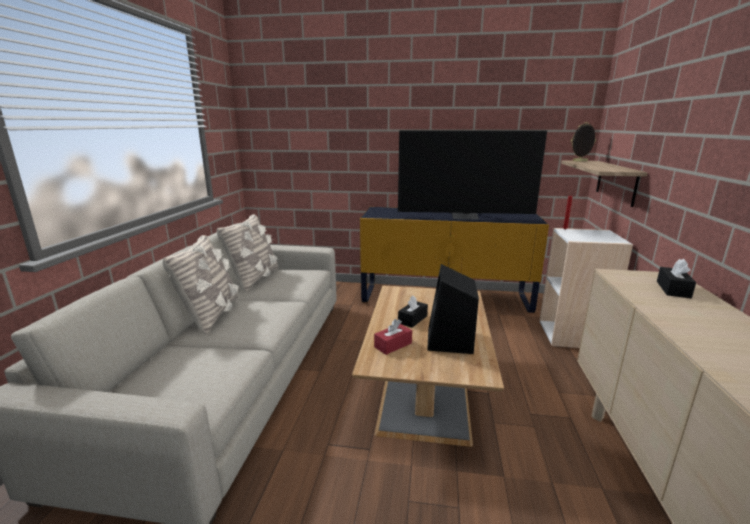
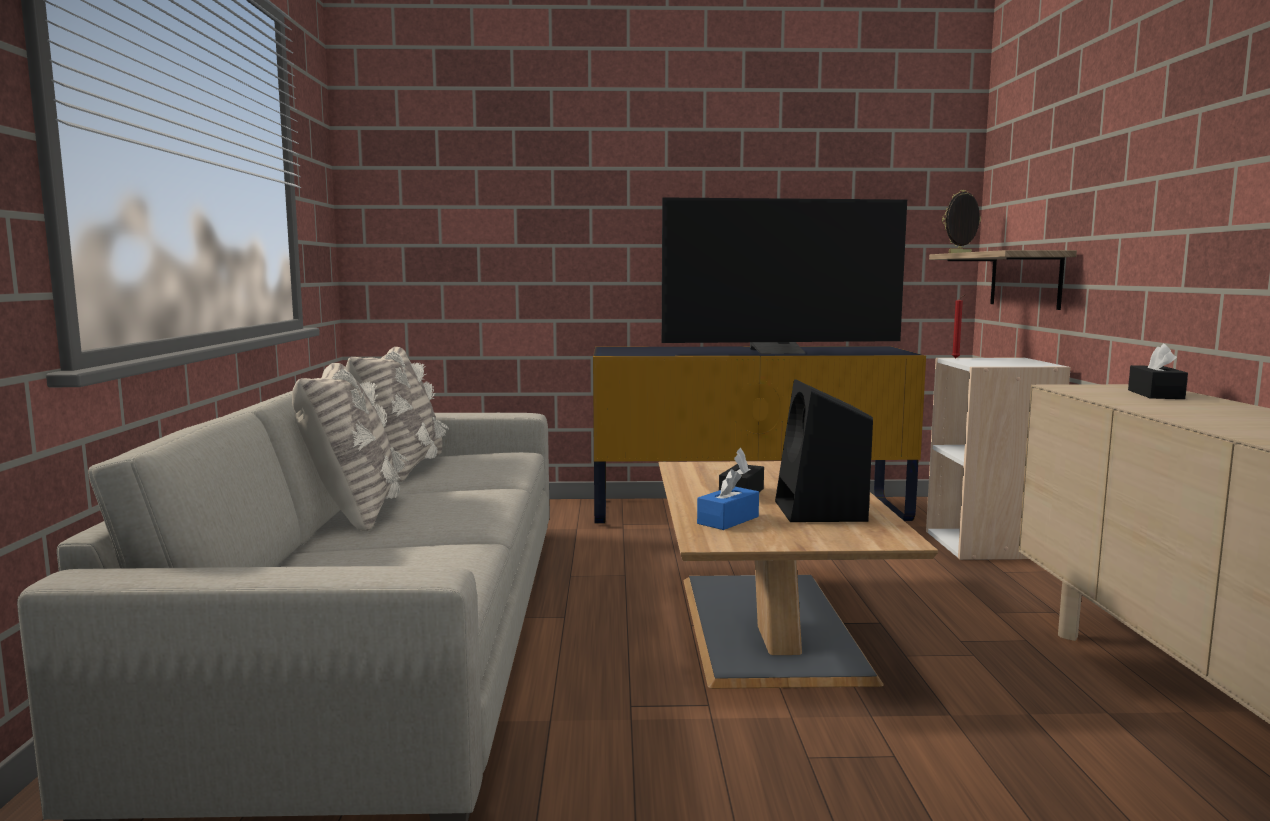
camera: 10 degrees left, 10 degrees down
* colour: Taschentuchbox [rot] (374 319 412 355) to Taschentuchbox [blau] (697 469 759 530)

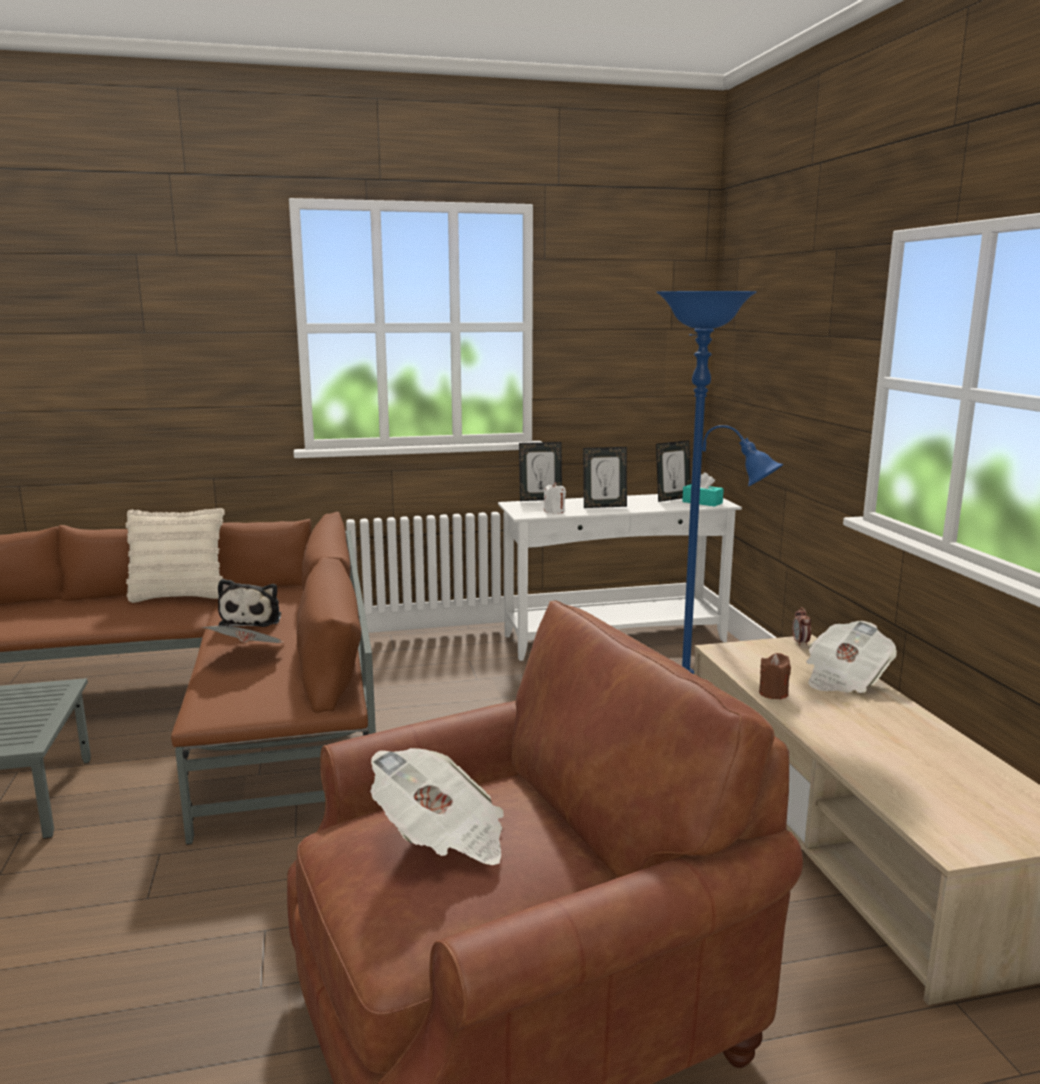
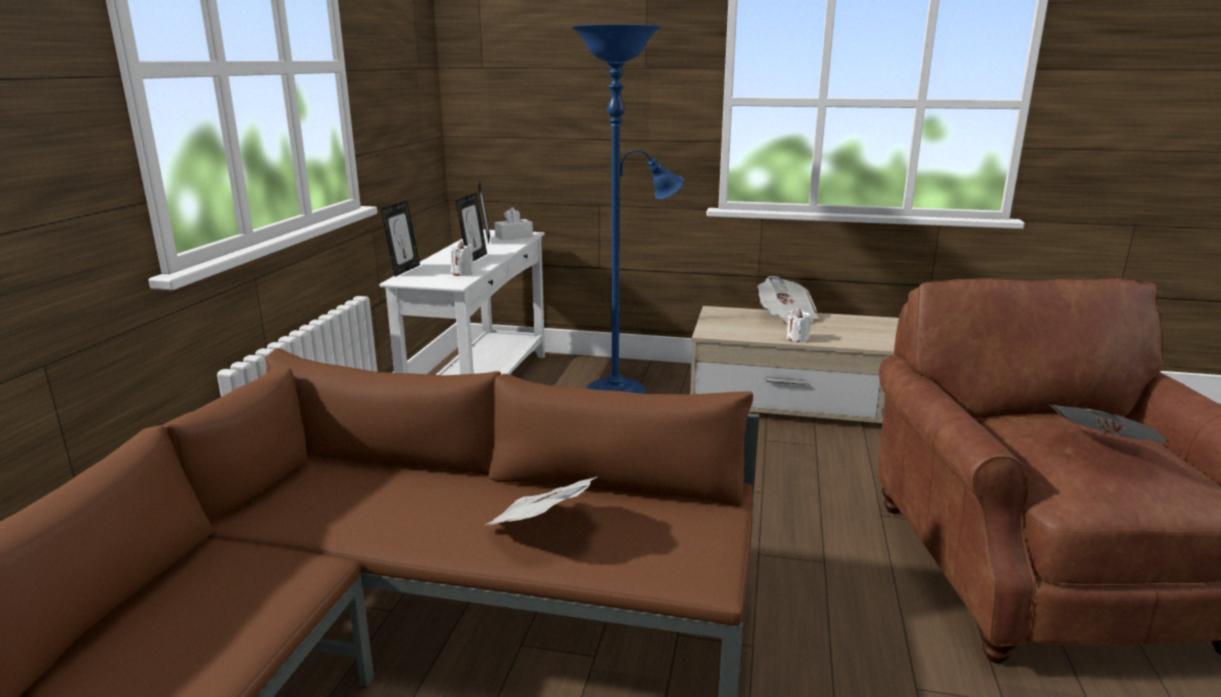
camera: 65 degrees left, 5 degrees up
* missing: Kissen [beige] (126 508 225 603)
* missing: Plüschtier (218 579 281 627)
* colour: Taschentuchbox [türkis] (682 472 724 507) to Taschentuchbox [weiß] (494 208 533 240)
* colour: Kerze [braun] (759 653 791 700) to Kerze [weiß] (787 308 811 342)
* missing: Wecker (792 607 811 646)

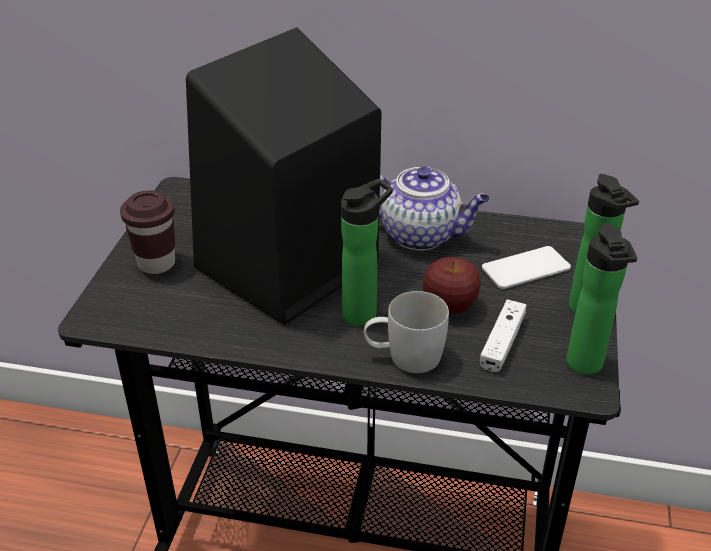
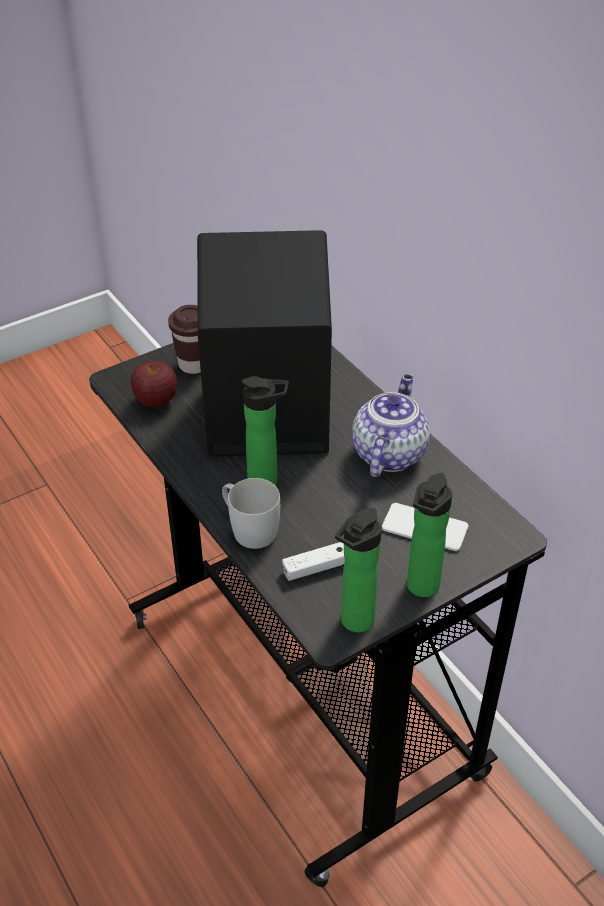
camera: 45 degrees right, 5 degrees up
* spun: Teekanne (379 167 490 251) = (352 374 430 477) 135 degrees counterclockwise
* relocated: Apfel (423 257 481 314) to (131 361 178 407)

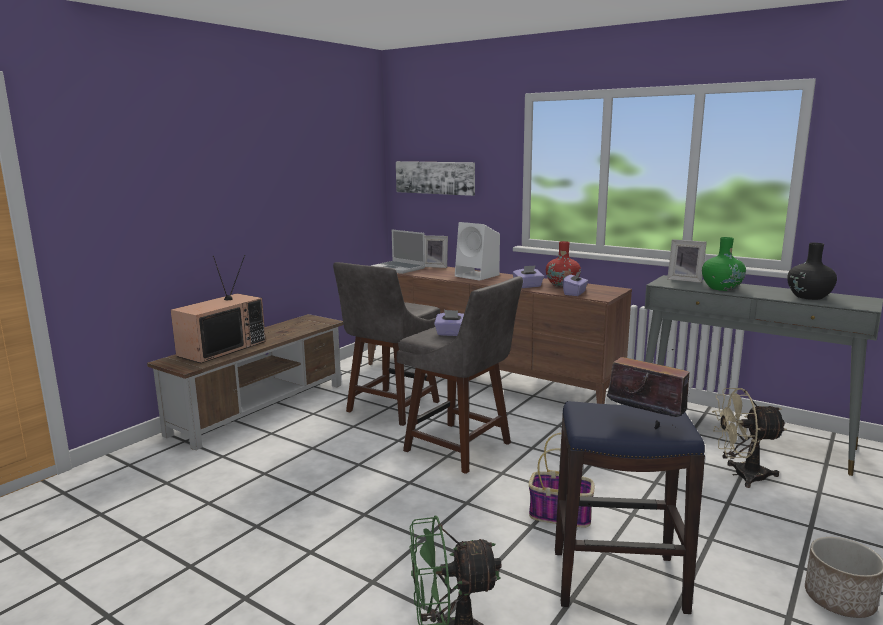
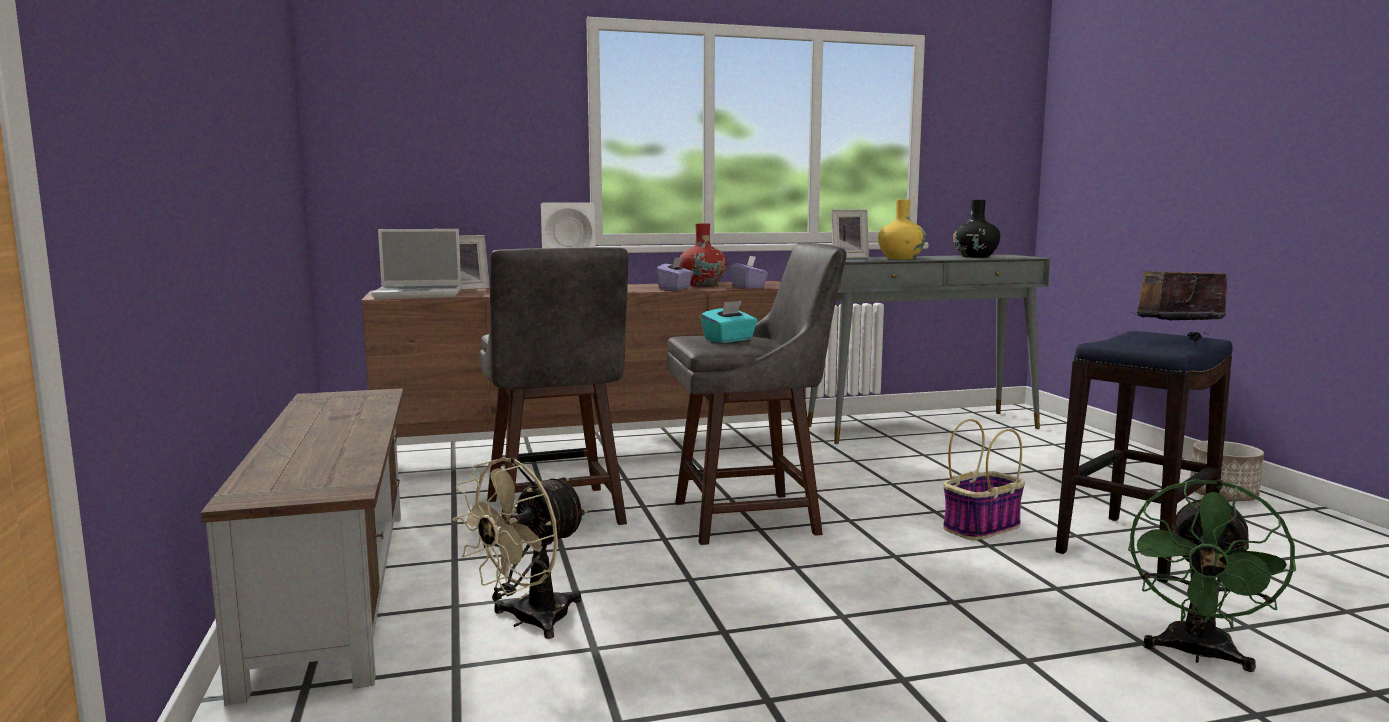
camera: 50 degrees left, 5 degrees down
* missing: Fernseher (171 255 266 363)
* missing: Bild (396 161 475 196)
* colour: Taschentuchbox [lila] (434 310 464 336) to Taschentuchbox [türkis] (700 301 758 343)
* colour: Vase [grün] (702 237 746 291) to Vase [gelb] (878 200 926 259)
* relocated: Ventilator [beige] (712 388 787 488) to (452 457 588 639)

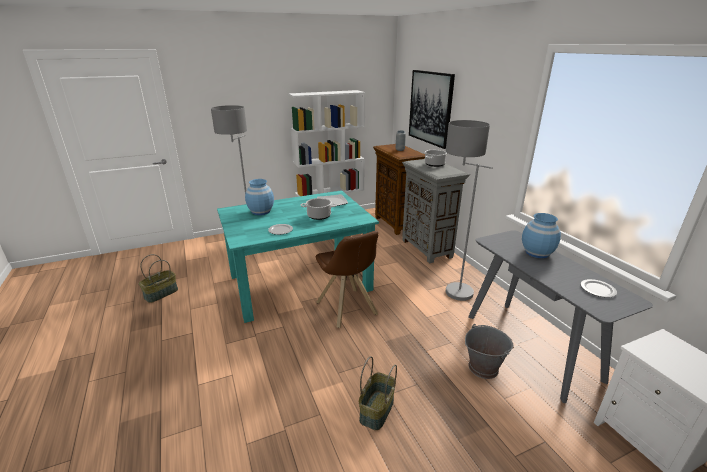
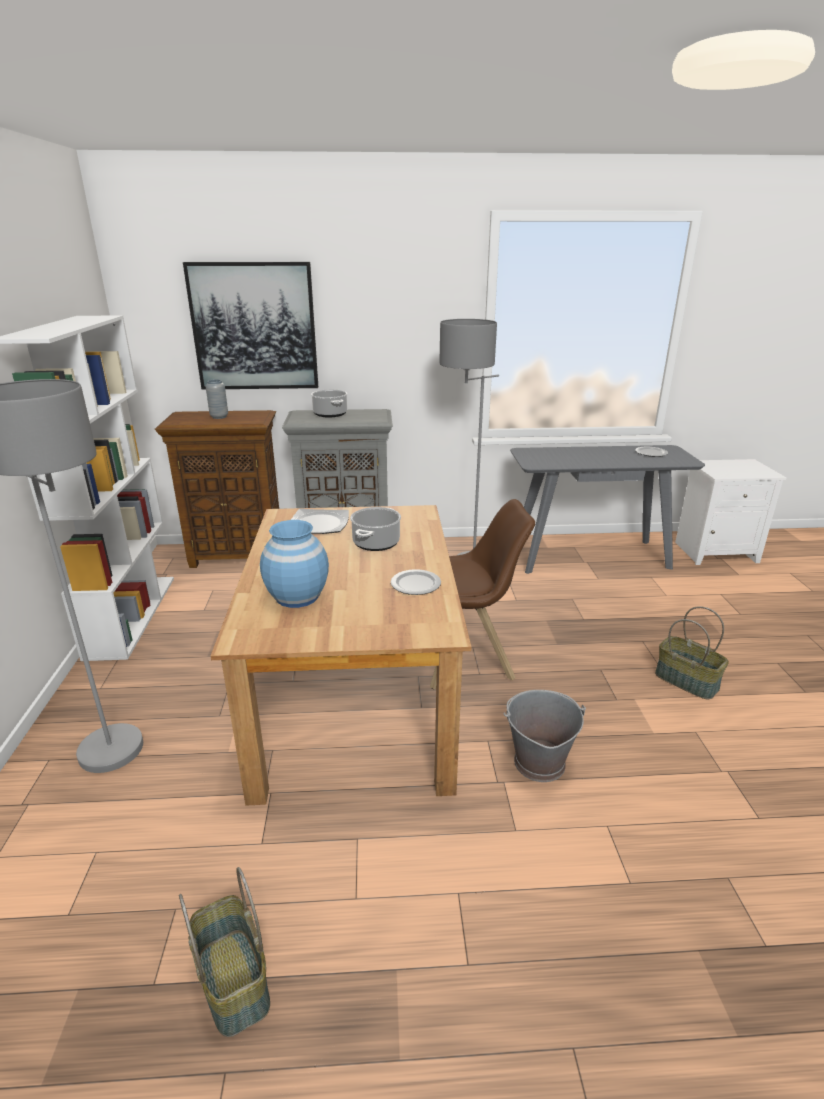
camera: 70 degrees left, 0 degrees up
* colour: Esstisch [türkis] (217 190 379 323) to Esstisch [braun] (211 505 471 806)
* relocated: Eimer [grau] (465 324 514 379) to (503 690 586 782)
* missing: Vase [blau] (522 213 561 258)

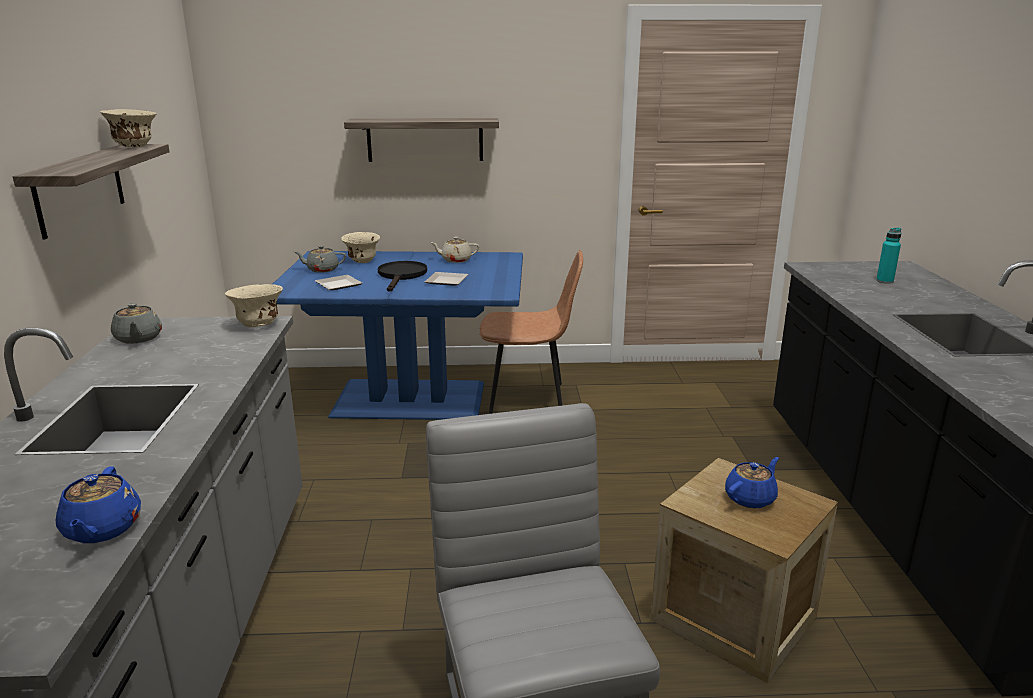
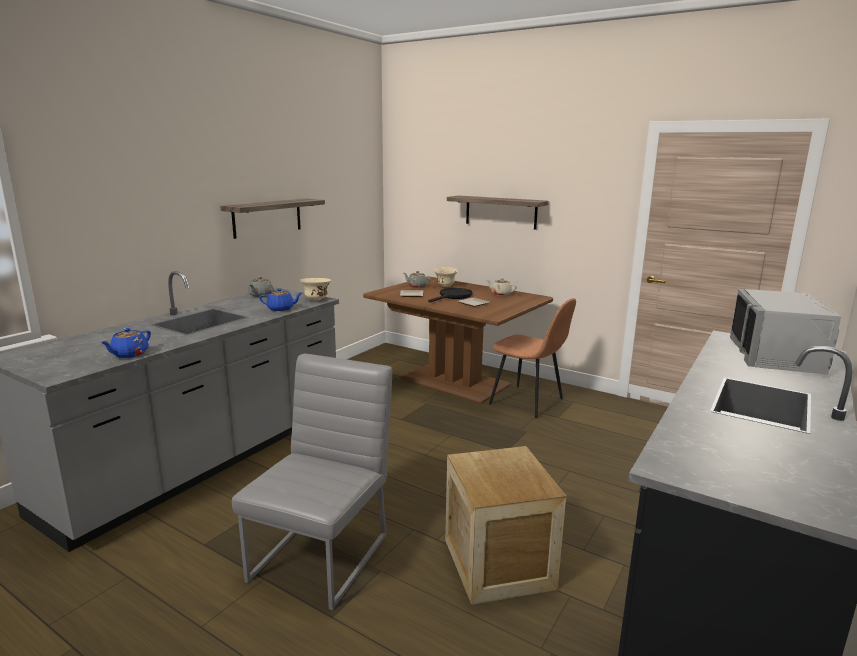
camera: 35 degrees right, 5 degrees down
* missing: Schüssel [beige] (100 109 156 147)
* colour: Esstisch [blau] (273 251 523 420) to Esstisch [braun] (363 276 553 403)
* relocated: Teekanne [blau] (725 457 779 508) to (259 288 302 311)
* exchanged: Flasche [türkis] (876 228 901 284) to Mikrowelle [grau] (730 289 841 375)

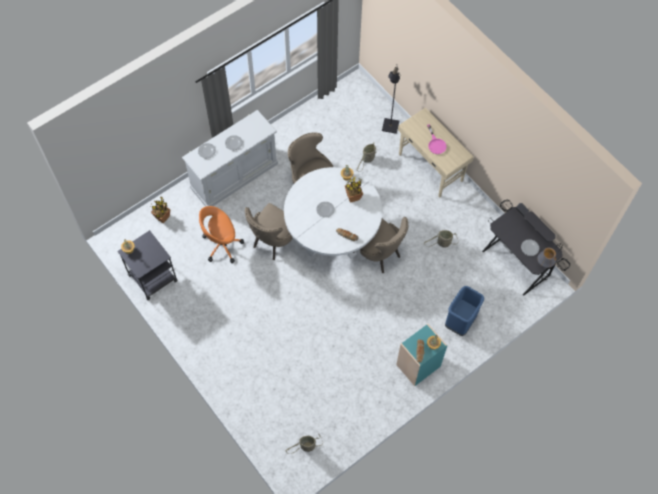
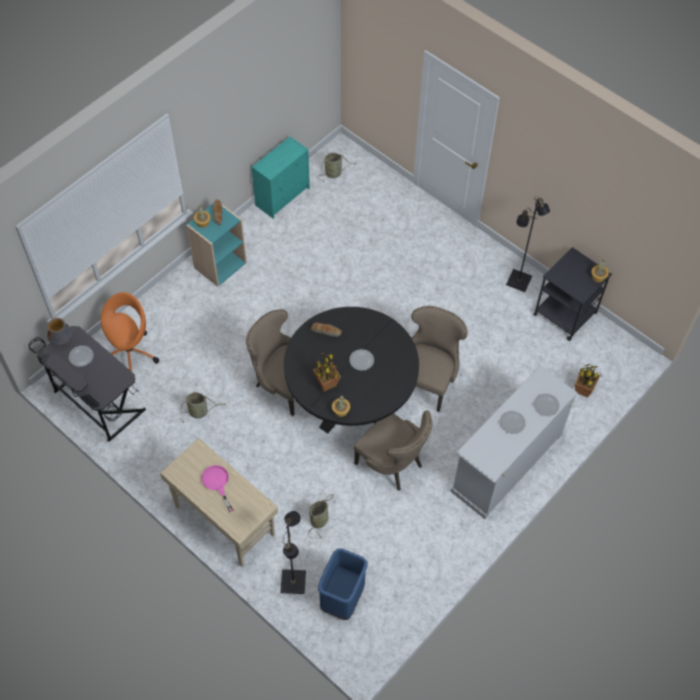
camera: 170 degrees right, 5 degrees down
* relocated: Bürostuhl [orange] (199 206 244 263) to (101 292 159 372)
* colour: Esstisch [weiß] (284 167 382 259) to Esstisch [schwarz] (284 307 419 434)
* relocated: Mülleimer [blau] (445 286 484 336) to (318 548 367 620)
* appeared: Kommode [türkis] (251 136 310 219)
* appeared: Stehlampe [schwarz] (506 196 550 292)

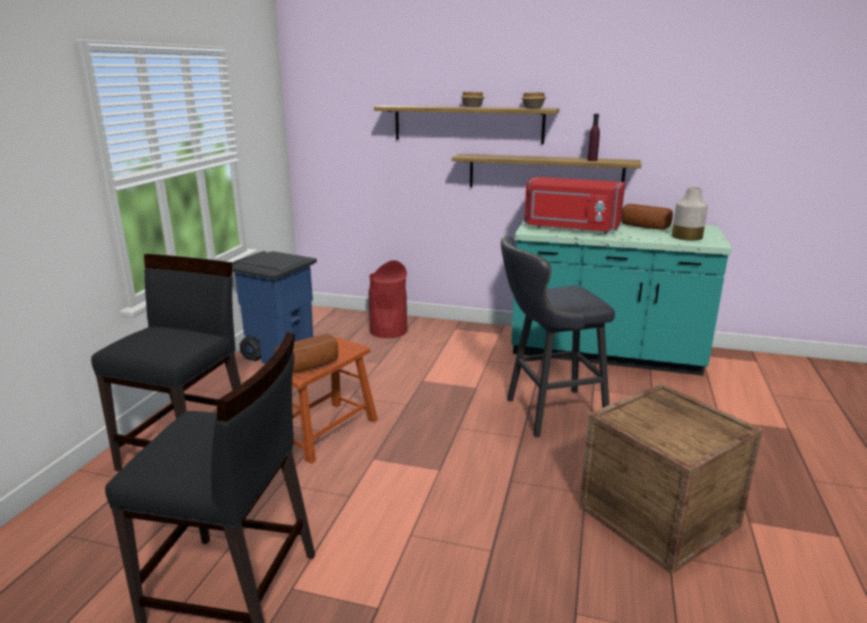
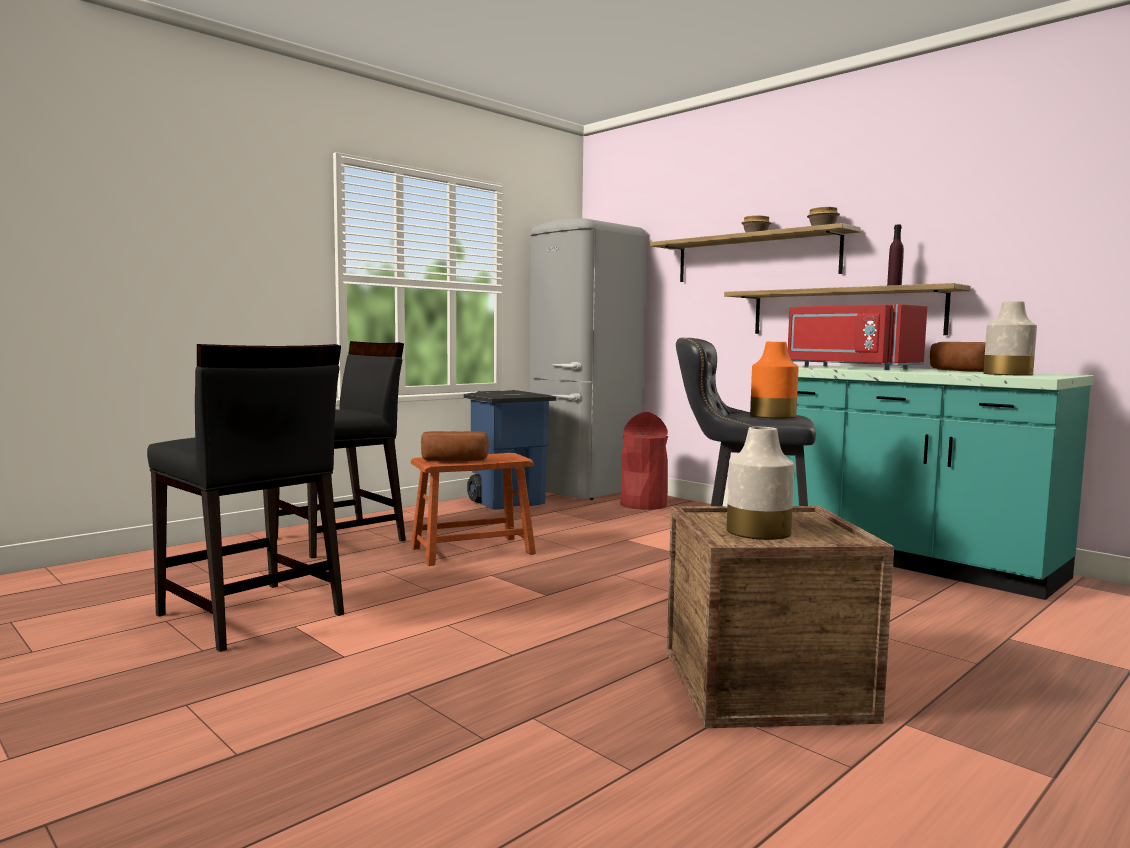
camera: 30 degrees right, 15 degrees down
* appeared: Kühlschrank [grau] (529 218 647 500)
* appeared: Vase [beige] (727 427 794 540)
* appeared: Vase [orange] (750 342 799 418)

